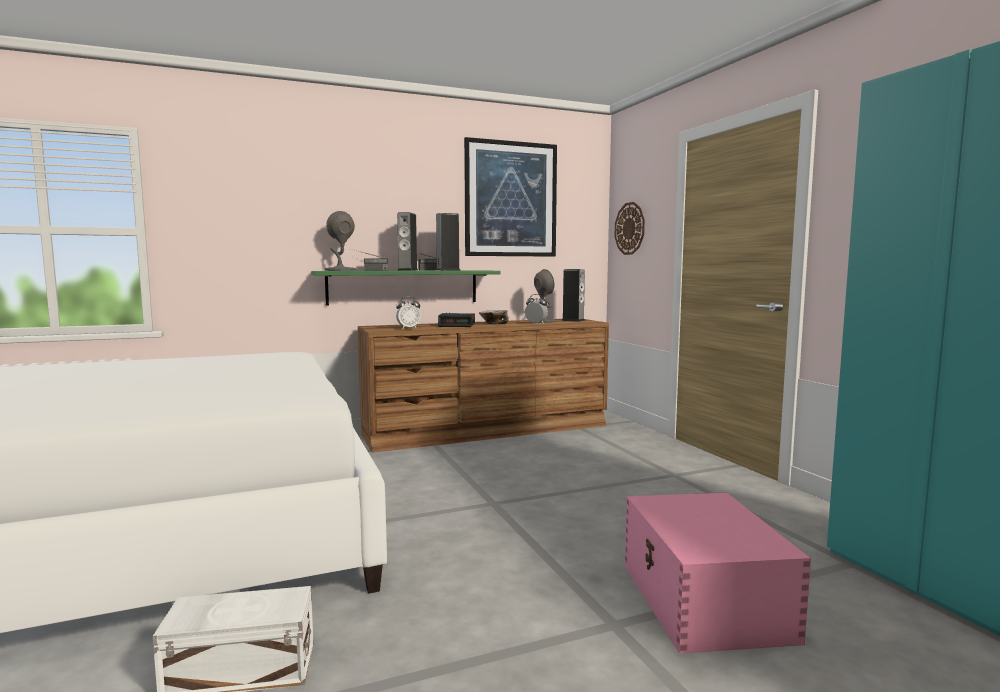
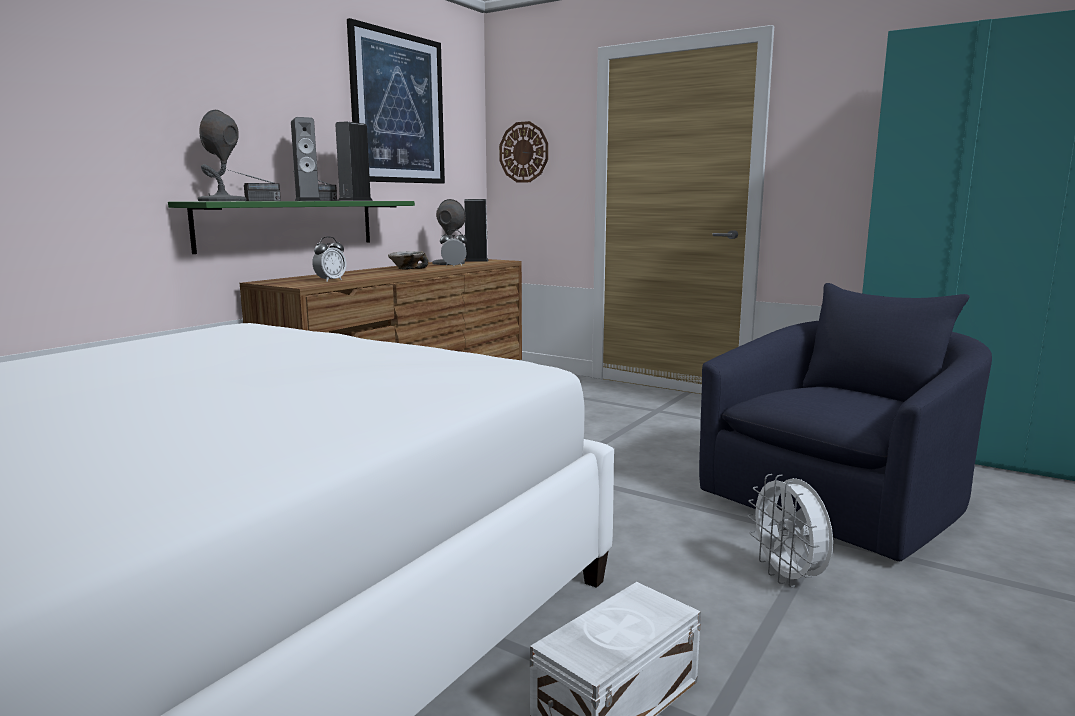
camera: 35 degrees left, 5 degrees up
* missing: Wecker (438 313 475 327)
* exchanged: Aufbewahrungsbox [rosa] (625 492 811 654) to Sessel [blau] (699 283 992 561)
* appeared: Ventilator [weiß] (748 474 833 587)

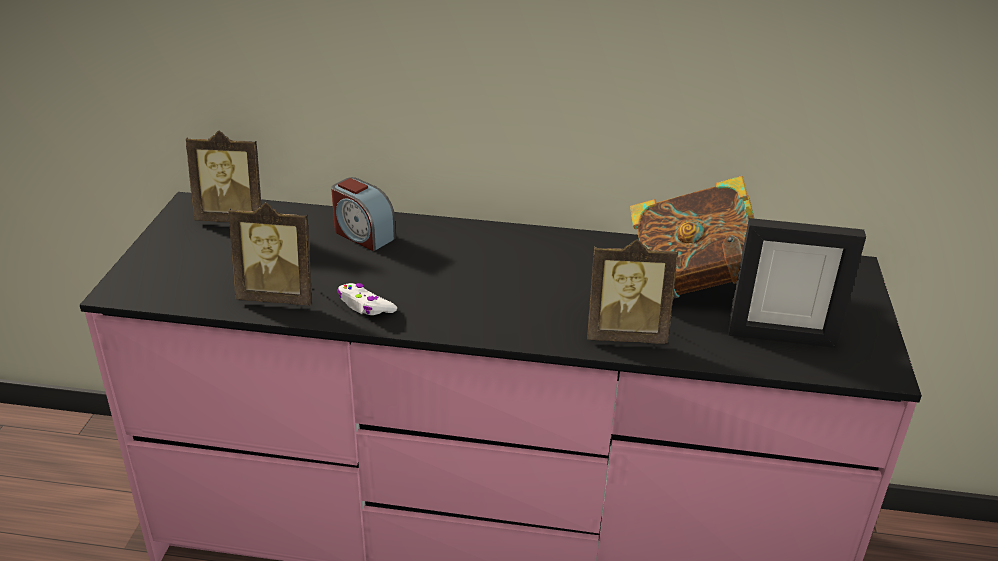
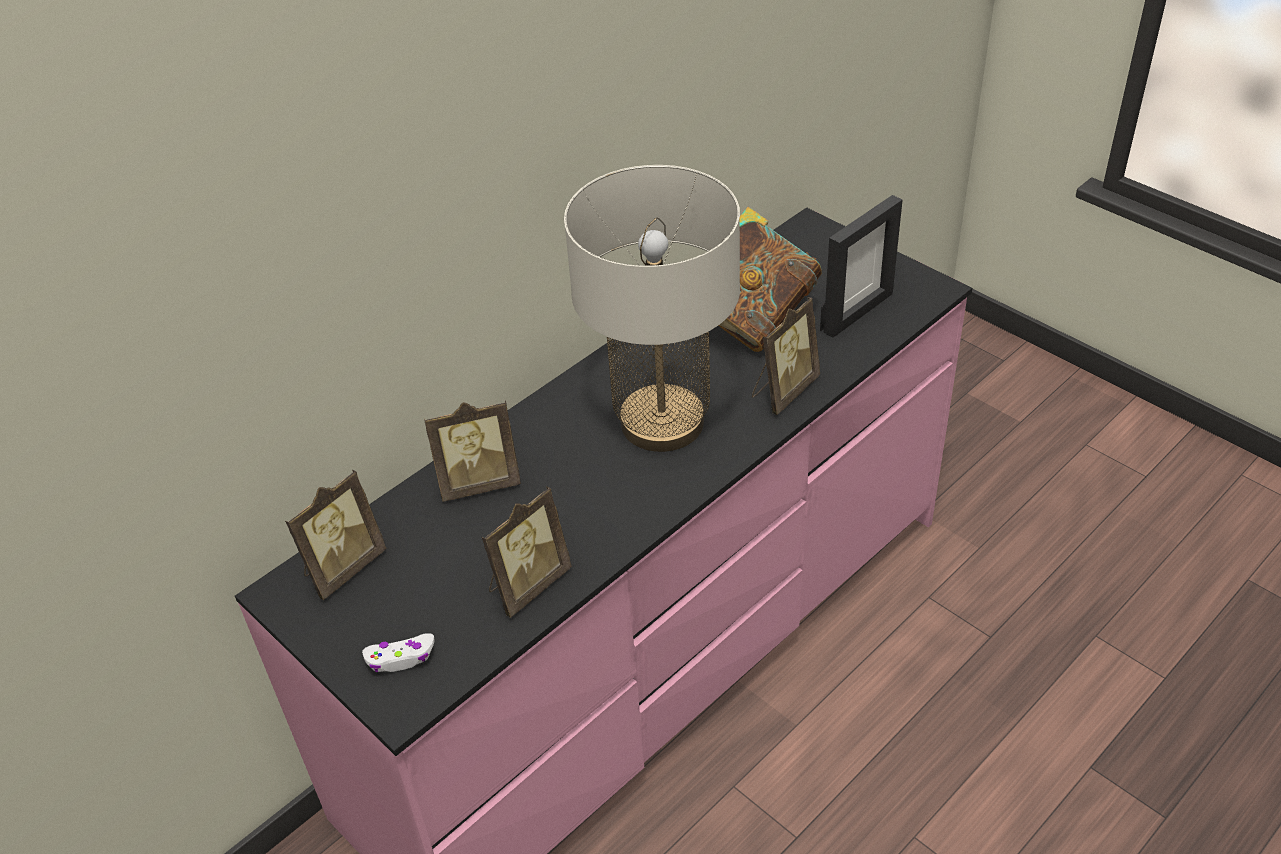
camera: 50 degrees left, 10 degrees up
* exchanged: Wecker (331 177 396 251) to Bilderrahmen (424 400 521 502)
* relocated: Gamepad [weiß] (337 283 397 315) to (362 633 435 672)
* appeared: Tischlampe (564 165 740 452)

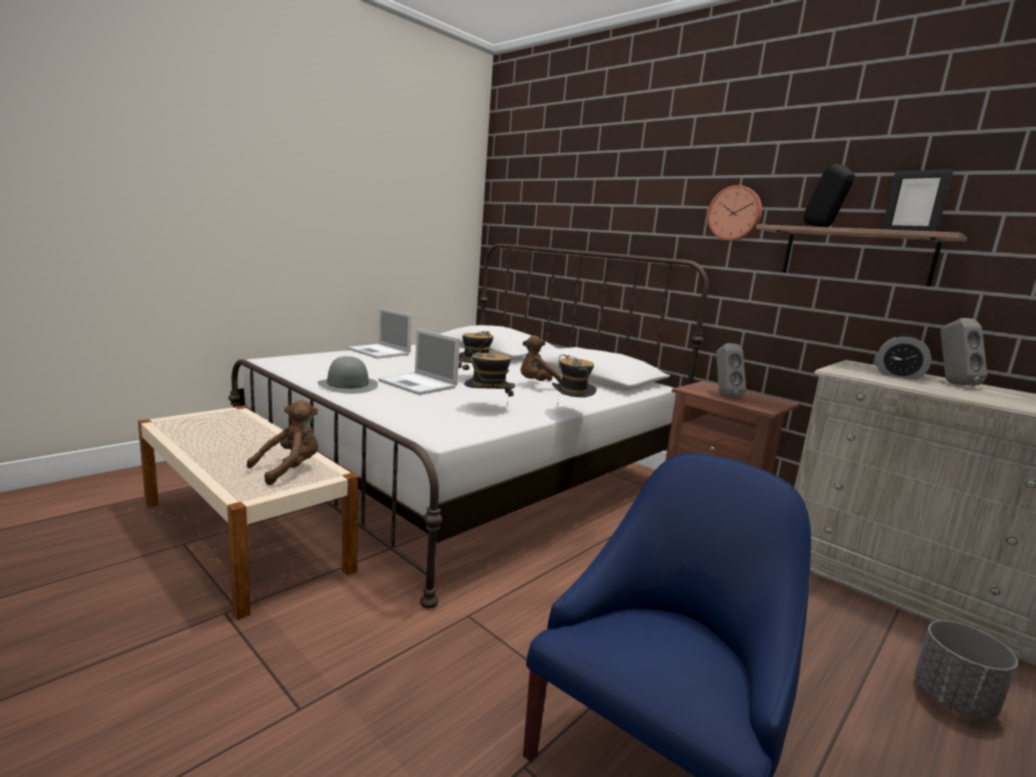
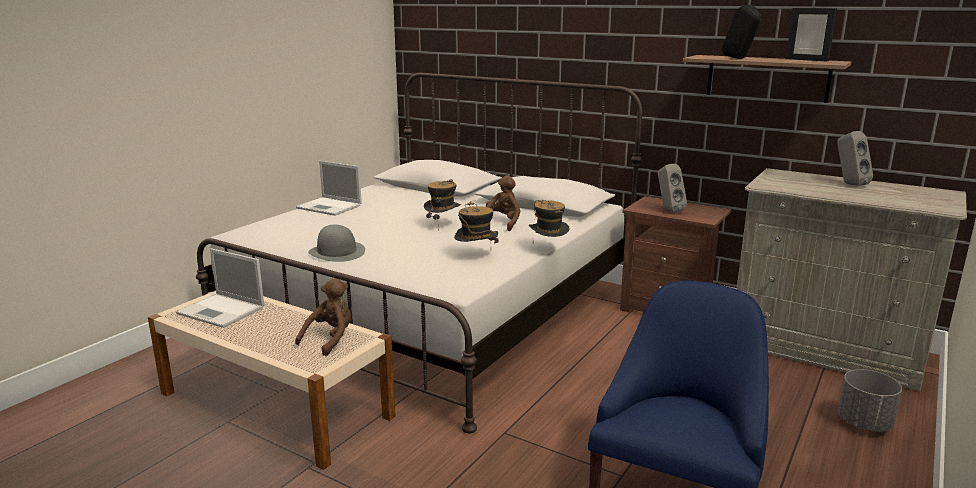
camera: 10 degrees left, 5 degrees up
* relocated: Laptop (378 329 460 395) to (176 248 264 328)
* spun: Plüschtier [braun] (521 335 562 384) = (486 175 520 231) 150 degrees clockwise
* missing: Wanduhr (707 185 762 241)
* missing: Wecker (876 334 932 380)

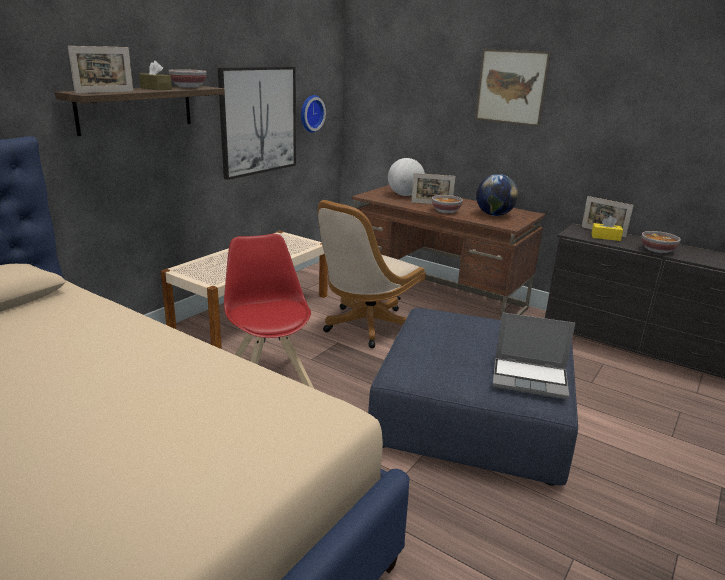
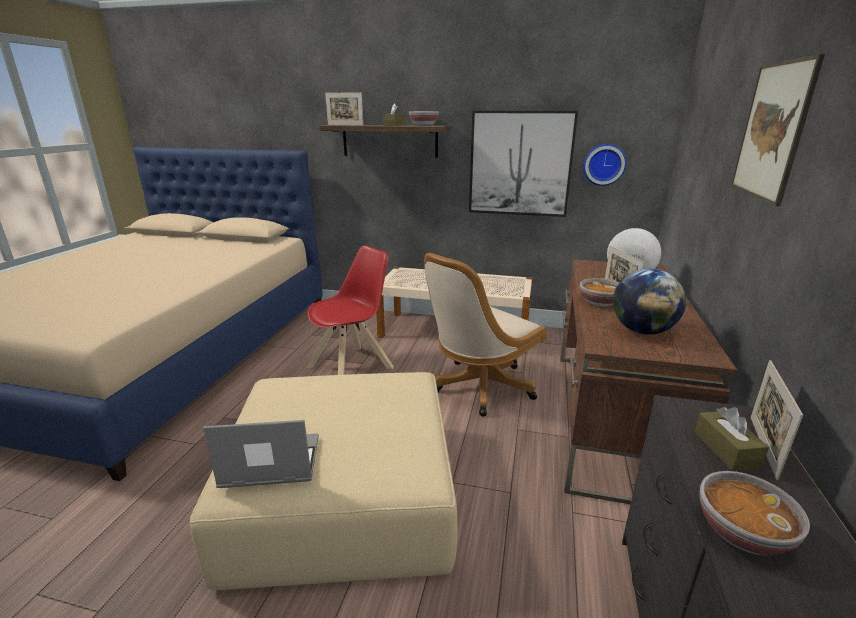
camera: 70 degrees right, 0 degrees up
* spun: Bürostuhl (318 200 425 348) = (424 253 547 417) 60 degrees counterclockwise
* colour: Polsterhocker [blau] (368 308 578 486) to Polsterhocker [beige] (190 372 457 590)
* spun: Laptop (493 312 575 399) = (203 420 319 488) 90 degrees clockwise
* colour: Taschentuchbox [gelb] (591 216 623 241) to Taschentuchbox [braun] (694 407 769 471)

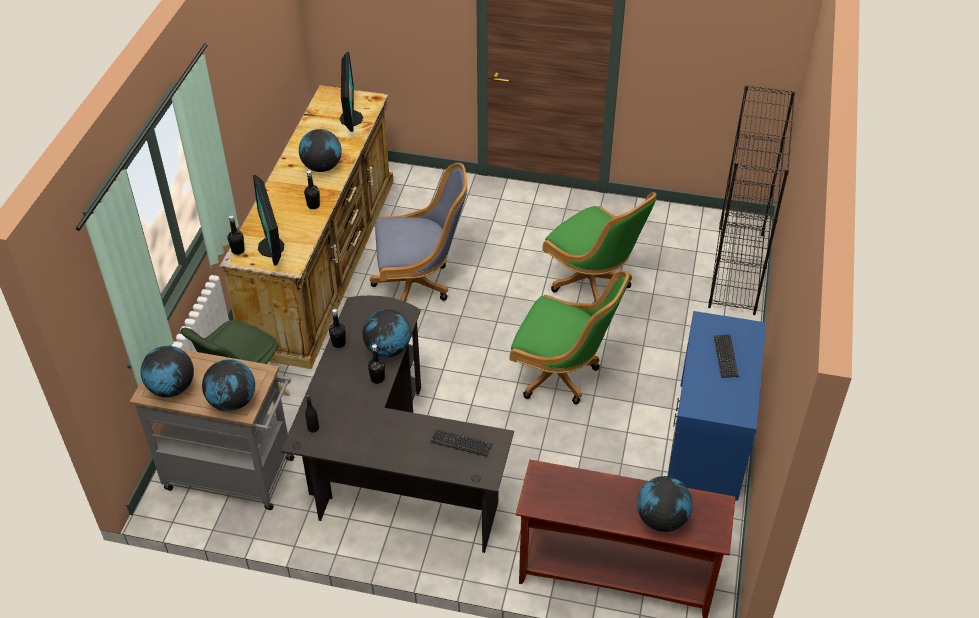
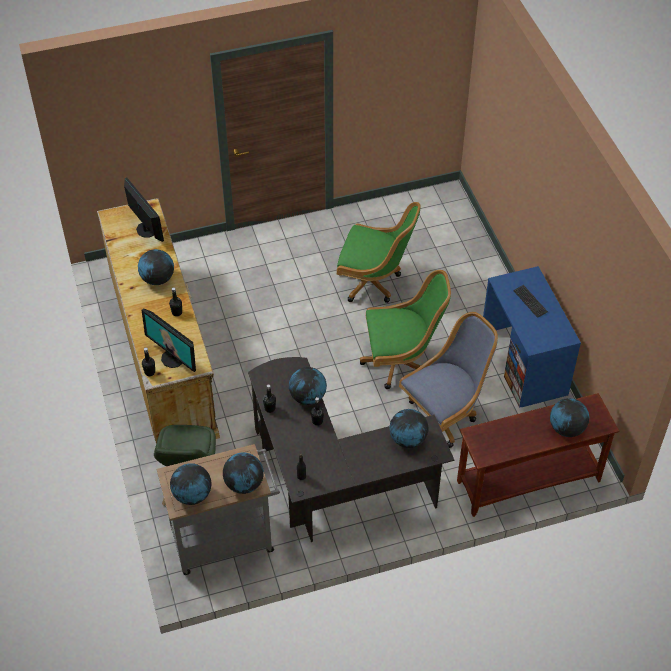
camera: 30 degrees left, 5 degrees up
* relocated: Bürostuhl [blau] (370 163 467 302) to (399 312 498 448)
* exchanged: Tastatur (430 429 492 457) to Globus (389 409 428 448)
* missing: Bücherregal [schwarz] (708 85 795 315)

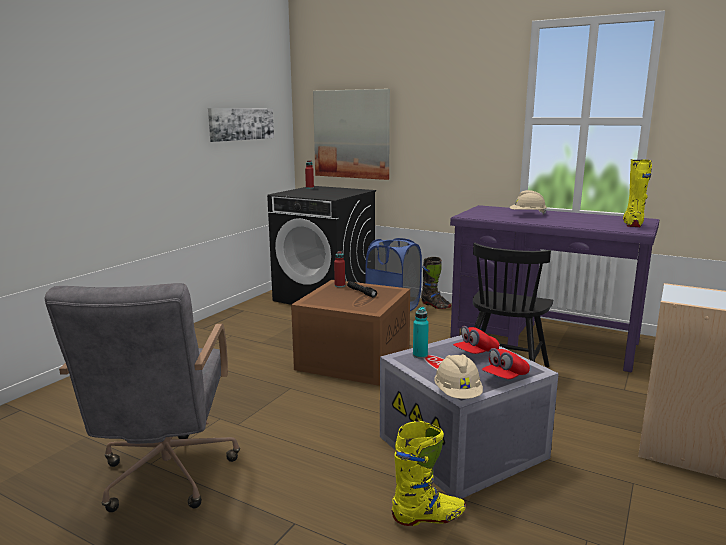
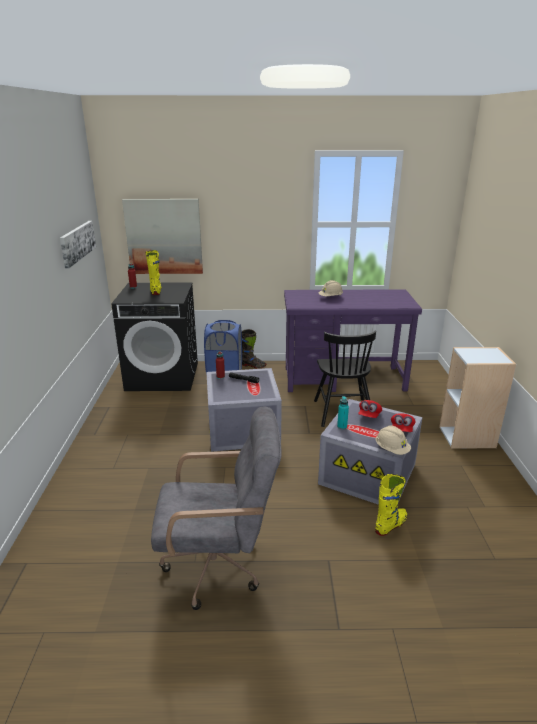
camera: 30 degrees left, 10 degrees up
* spun: Bürostuhl [grau] (45 283 240 512) = (151 407 281 610) 60 degrees counterclockwise
* colour: Aufbewahrungsbox [braun] (291 280 410 386) to Aufbewahrungsbox [grau] (206 368 282 452)
* relocated: Stiefel [gelb] (623 159 652 227) to (145 250 162 295)

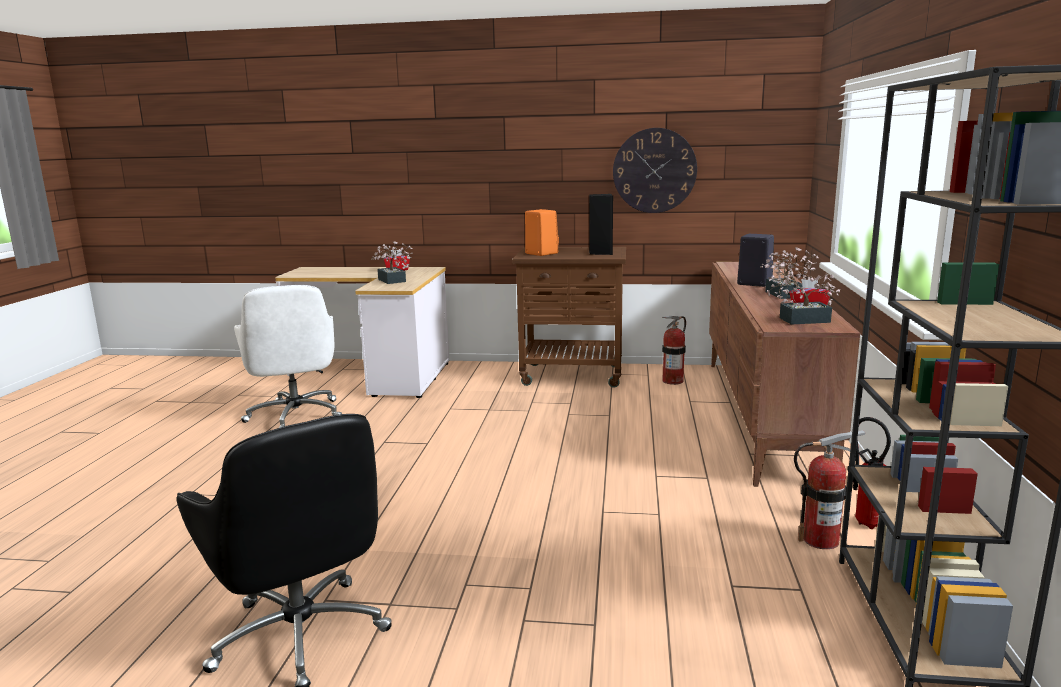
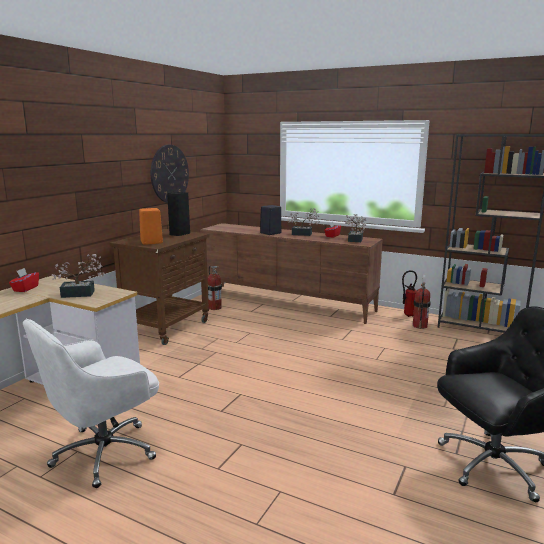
camera: 70 degrees left, 0 degrees up
* spun: Bürostuhl [weiß] (234 285 342 428) = (23 319 159 488) 135 degrees clockwise

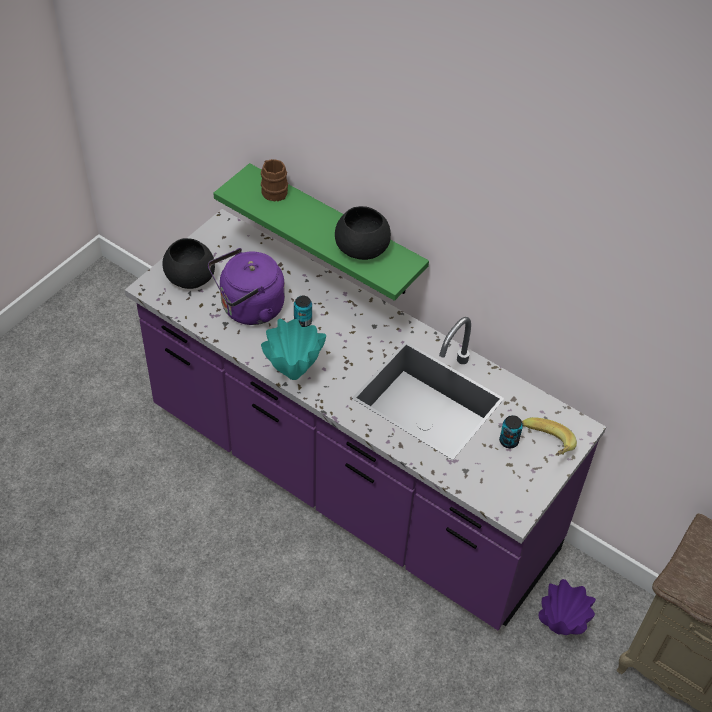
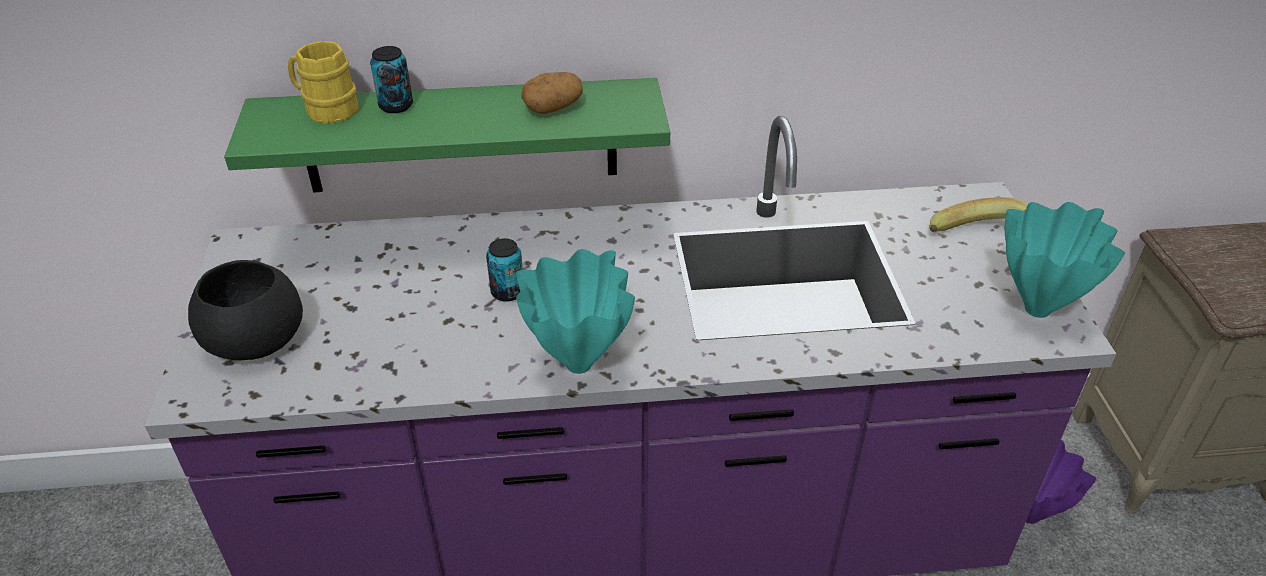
camera: 40 degrees left, 10 degrees down
* missing: Wasserkessel [lila] (208 248 285 325)
* colour: Henkelbecher [braun] (261 159 288 201) to Henkelbecher [gelb] (288 41 359 124)
* exchanged: Schüssel [schwarz] (335 206 391 260) to Kartoffel (521 72 583 114)
* relocated: Dose (499 415 523 448) to (370 46 413 113)
* appeared: Vase [türkis] (1005 202 1125 318)

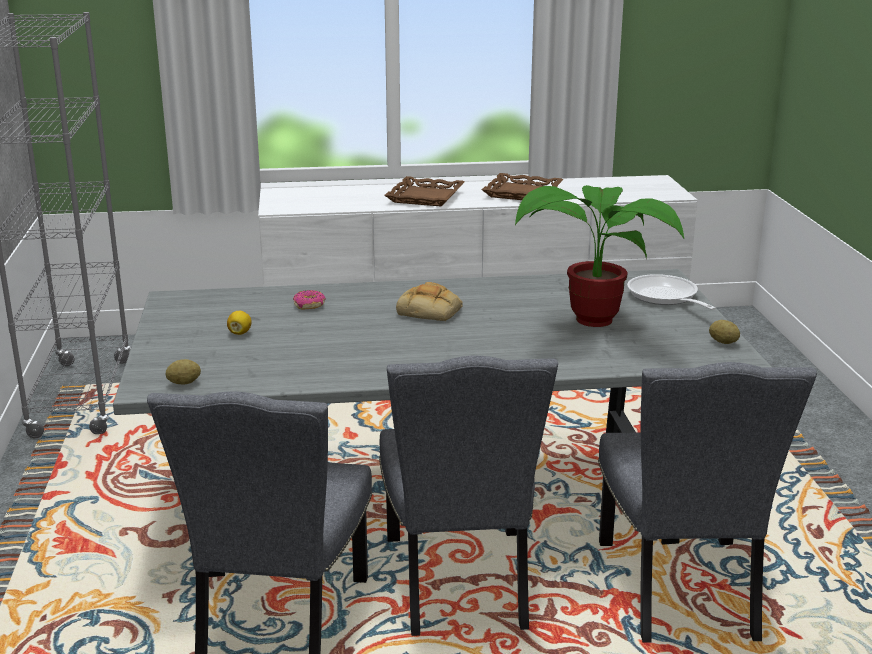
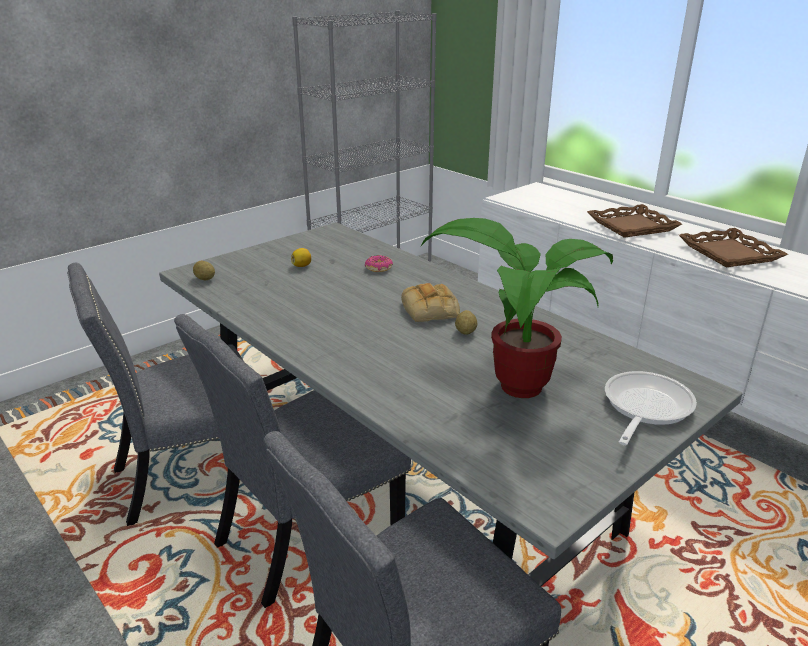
camera: 55 degrees right, 5 degrees up
* relocated: Kartoffel (709 320 740 344) to (455 310 478 335)

